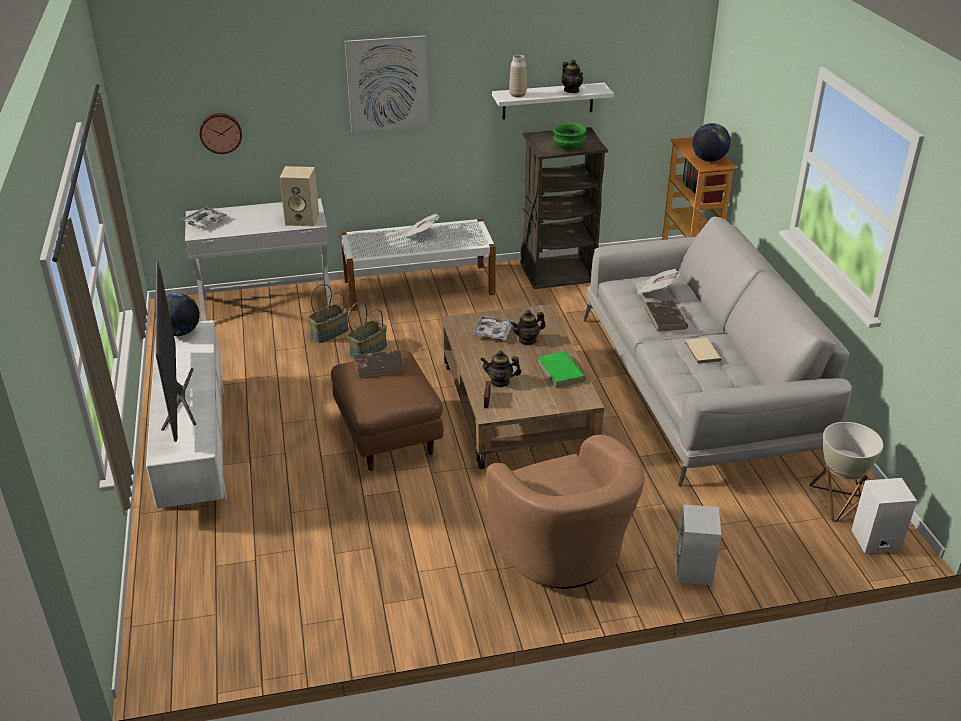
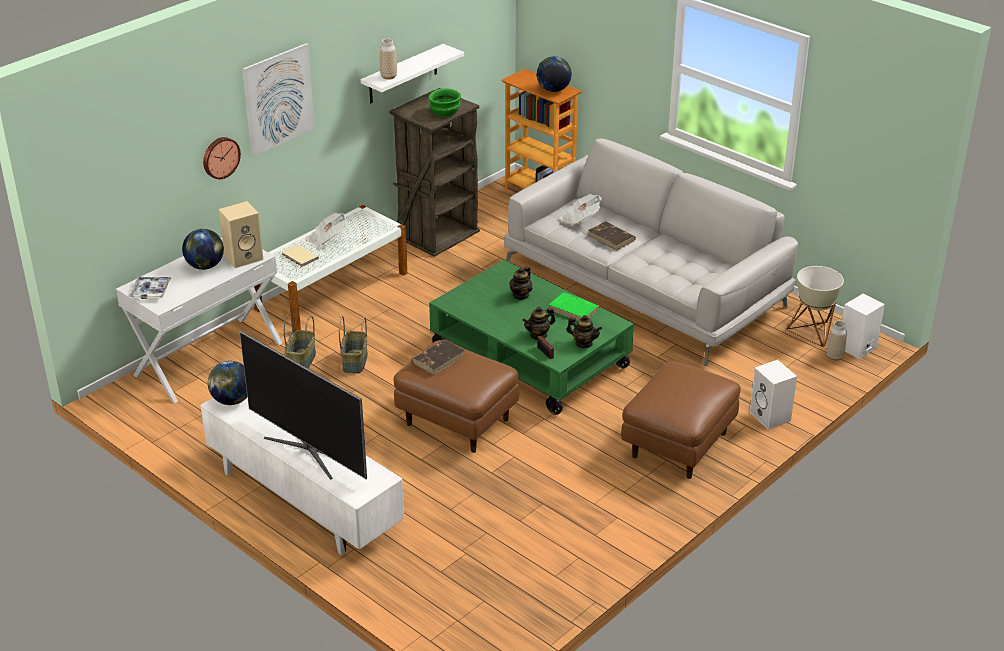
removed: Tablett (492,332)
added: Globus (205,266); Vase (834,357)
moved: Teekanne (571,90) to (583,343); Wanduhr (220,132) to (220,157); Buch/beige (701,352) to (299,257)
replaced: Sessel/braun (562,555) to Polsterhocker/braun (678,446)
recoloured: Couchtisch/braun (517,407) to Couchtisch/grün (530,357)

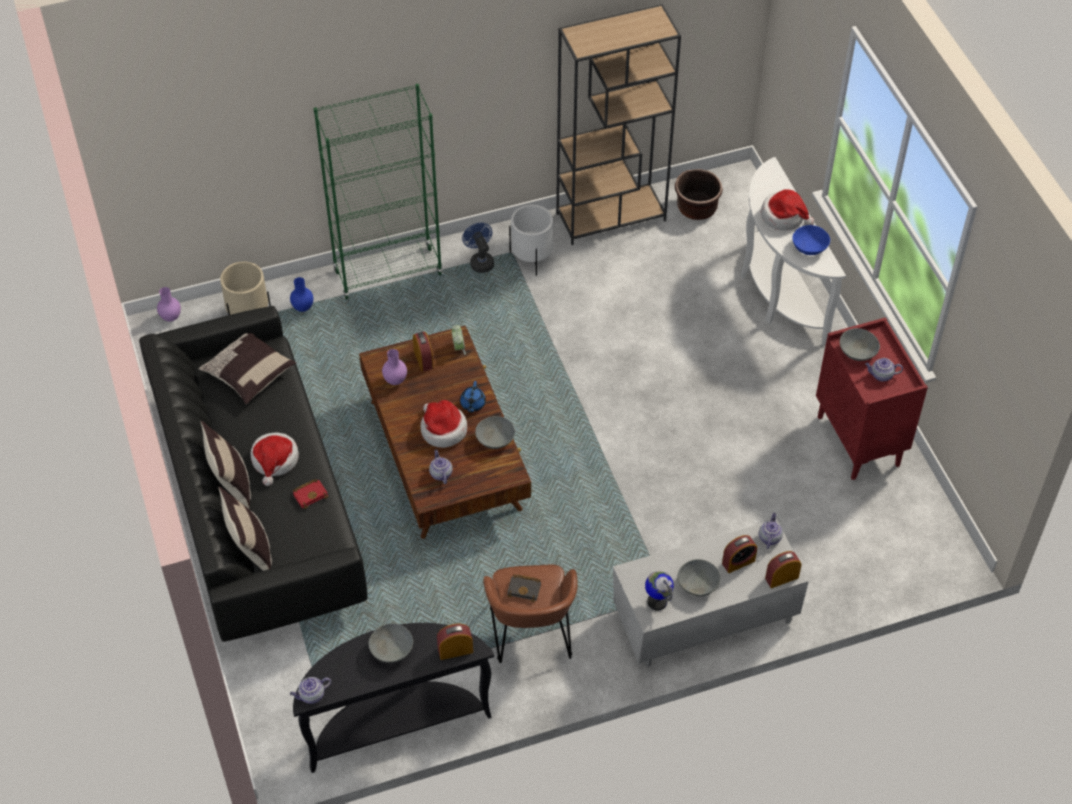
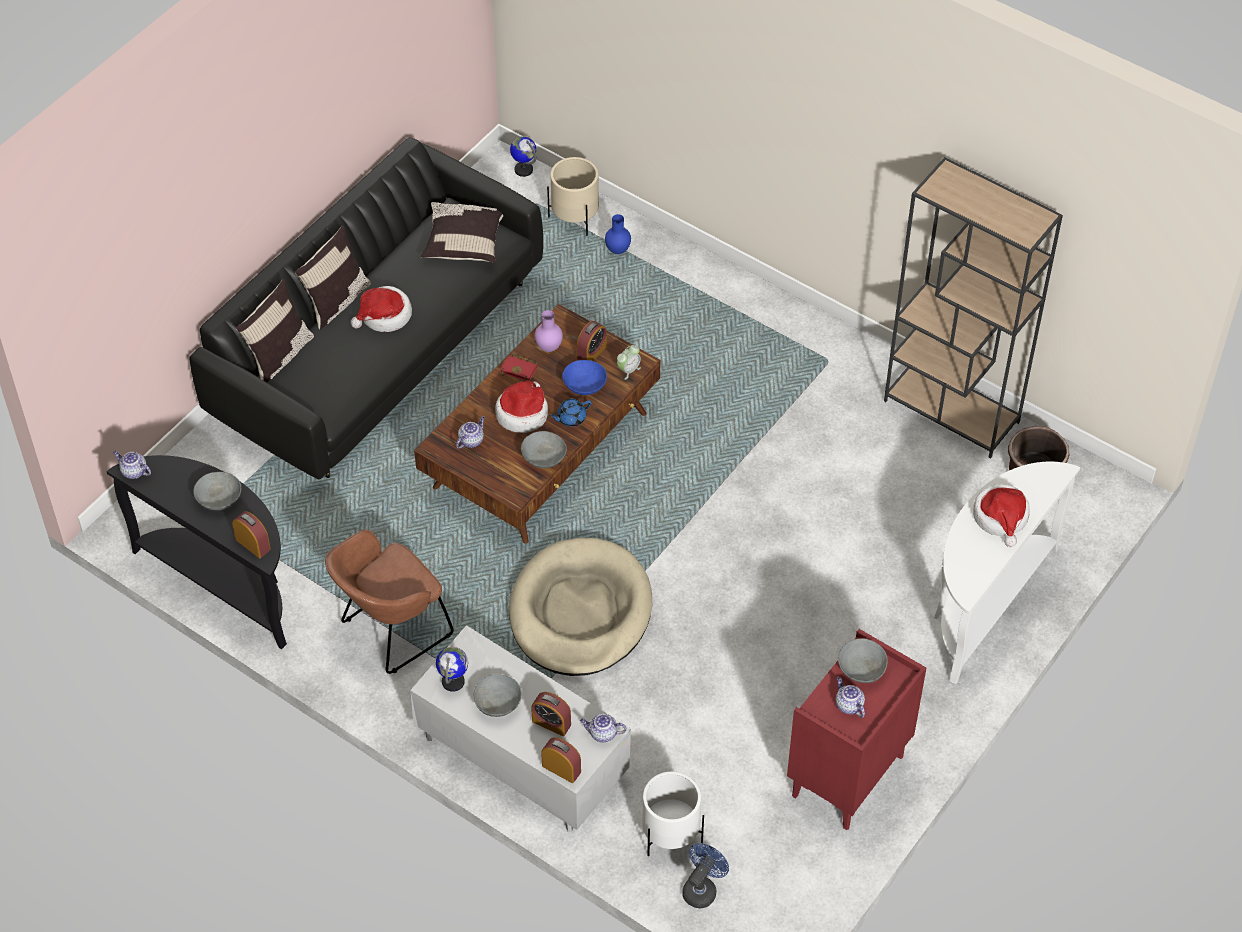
removed: Bücherregal/grün (388,273); Buch/schwarz (525,589)
added: Hundebett/beige (580,612)
moved: Pflanzkübel/weiß (532,258) to (670,835); Ventilator/blau (480,261) to (702,888); Schüssel/blau (810,248) to (584,386); Buch/rot (310,494) to (520,369)
replaced: Vase/lila (170,318) to Globus (523,169)
turned: Teekanne (769,537) = (602,734) 150 degrees counterclockwise

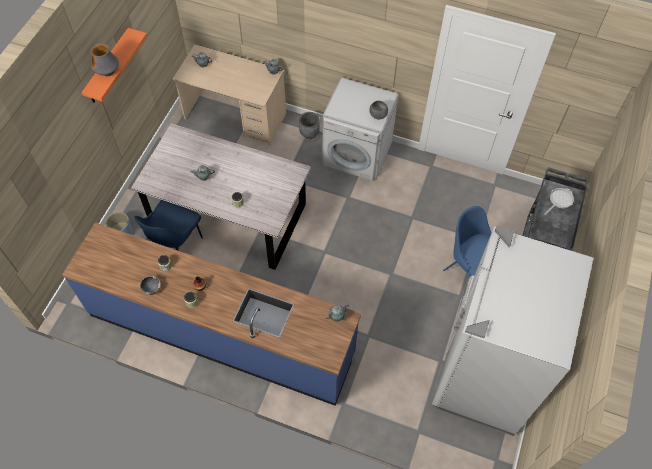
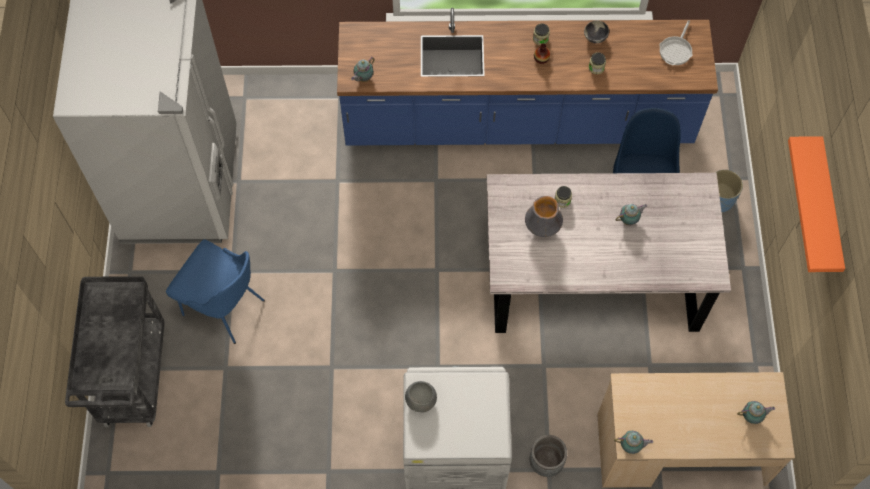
moved: Vase (108,73) to (542,227); Pfanne (559,200) to (676,50)

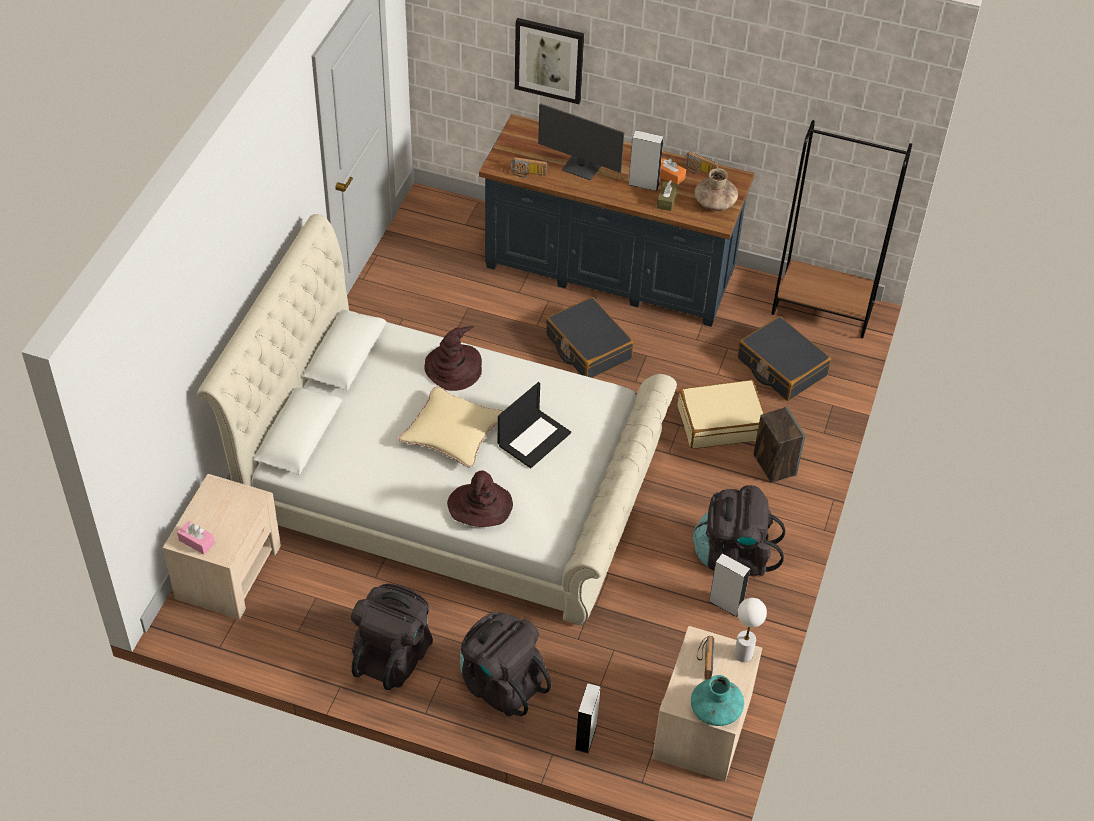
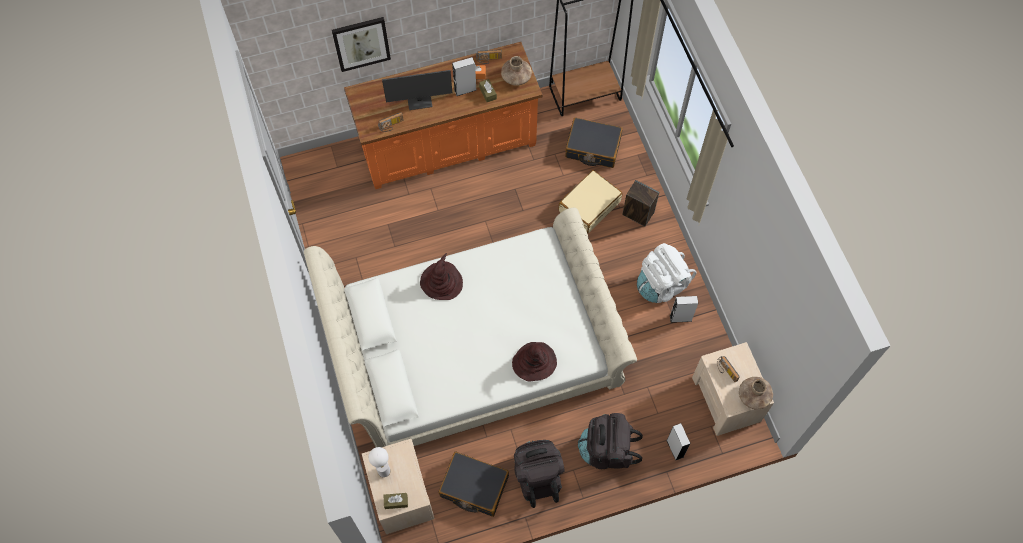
removed: Laptop (534,438); Kissen/beige (452,432)
moved: Koffer/schwarz (588,347) to (474,487); Tischlampe/weiß (743,654) to (384,471)
recoloured: Kommode/blau (611,270) to Kommode/orange (449,143); Rucksack/schwarz (734,555) to Rucksack/weiß (661,285); Taschentuchbox/rosa (196,541) to Taschentuchbox/braun (396,502); Vase/türkis (715,710) to Vase/braun (754,396)

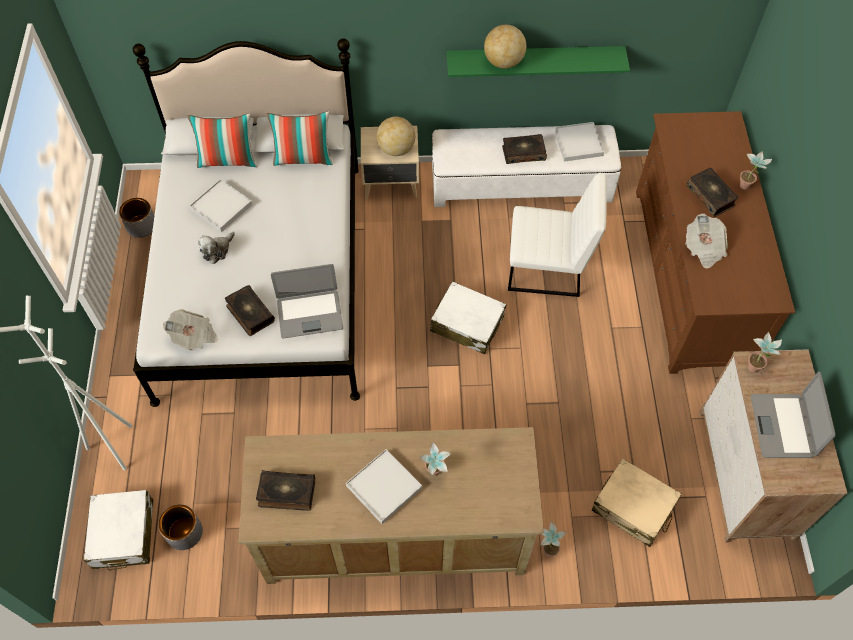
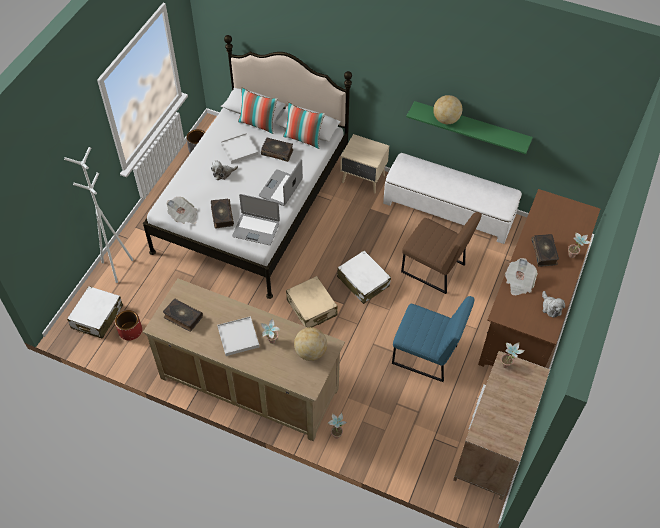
removed: Tablett/weiß (578,143)
added: Plüschtier (550,307); Stuhl/blau (426,355)
moved: Globus (396,149) to (310,352); Buch (523,153) to (277,152); Laptop (783,426) to (281,188); Koffer/beige (633,507) to (311,308)
recoloured: Stuhl/weiß (547,269) to Stuhl/braun (434,269); Pflanzkübel/grau (184,532) to Pflanzkübel/rot (130,330)

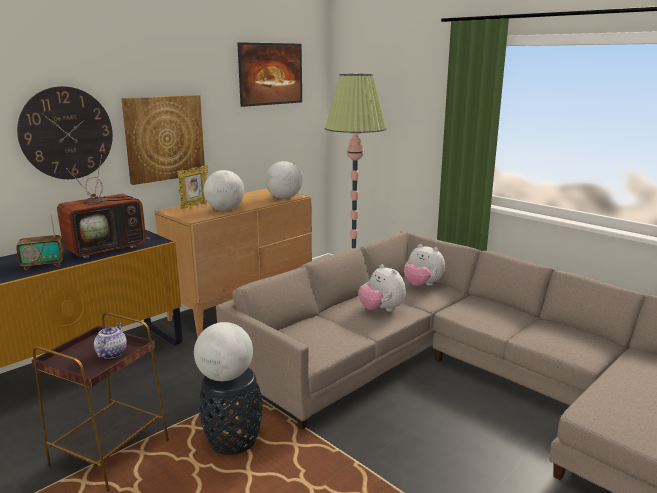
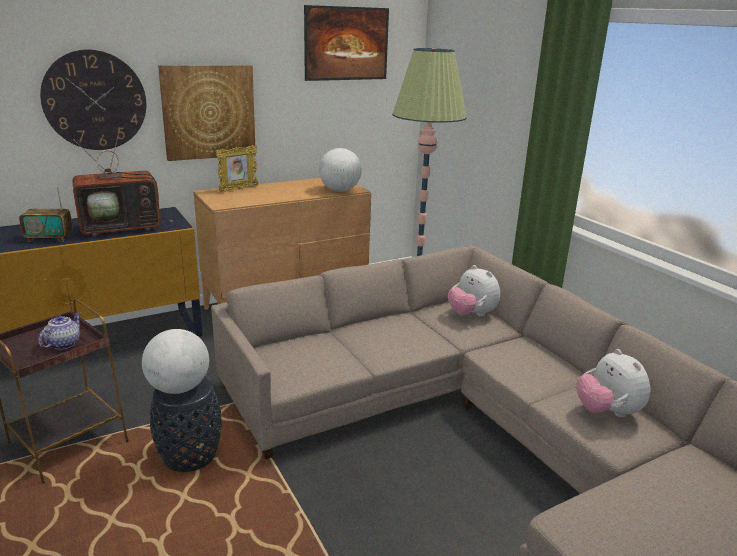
removed: Globus (225,210)
moved: Plüschtier (381,310) to (607,412)

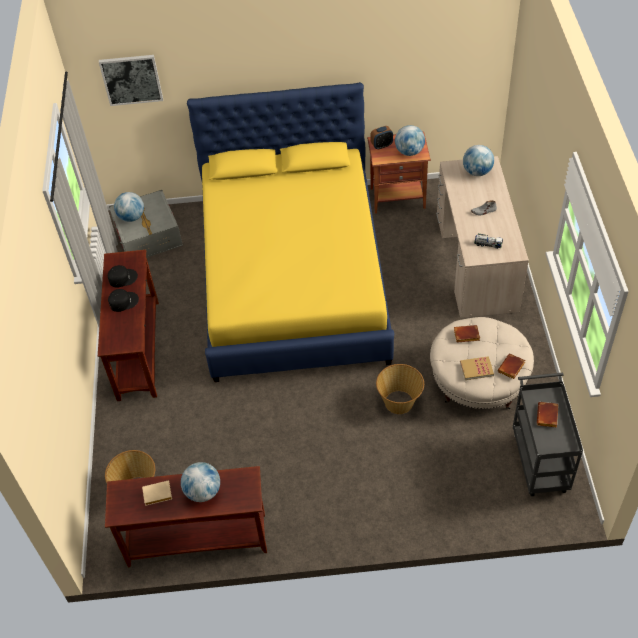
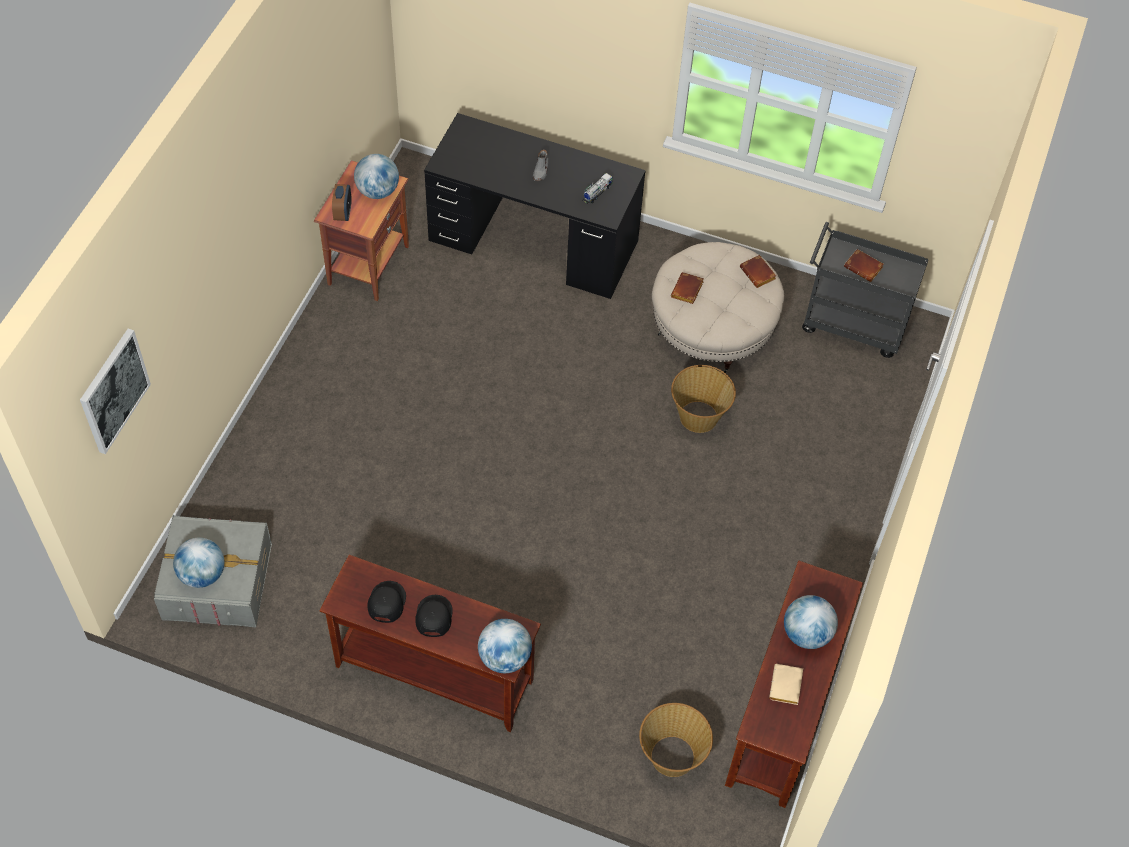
removed: Bett/gelb (293,278); Buch (476,369)
moved: Globus (477,172) to (504,658)
recoloured: Schreibtisch/beige (475,261) to Schreibtisch/schwarz (533,241)

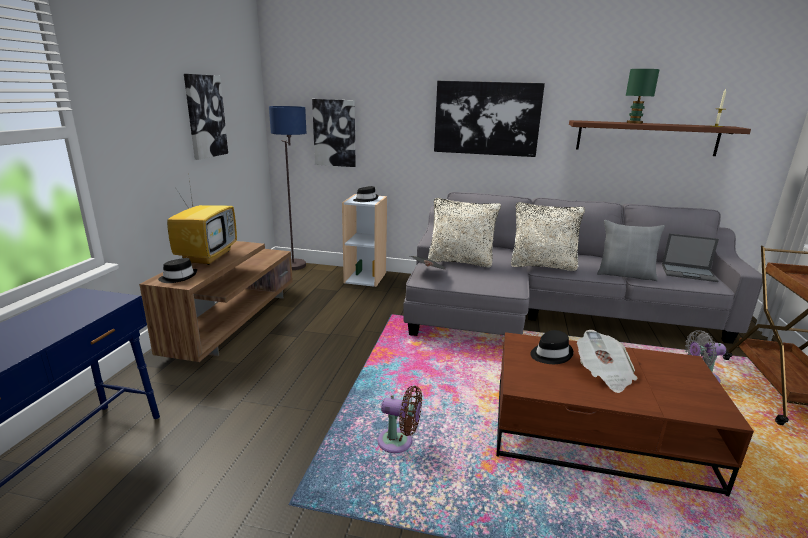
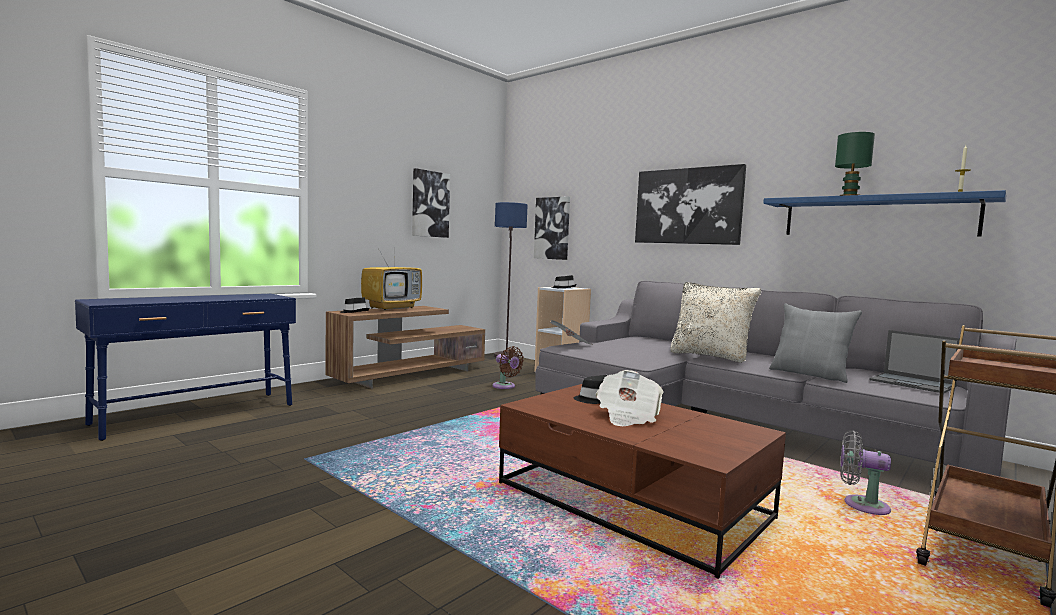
removed: Kissen/beige (461,262)
moved: Ventilator/braun (399,442) to (505,386)
recoloured: Wandregal/braun (646,138) to Wandregal/blau (876,217)

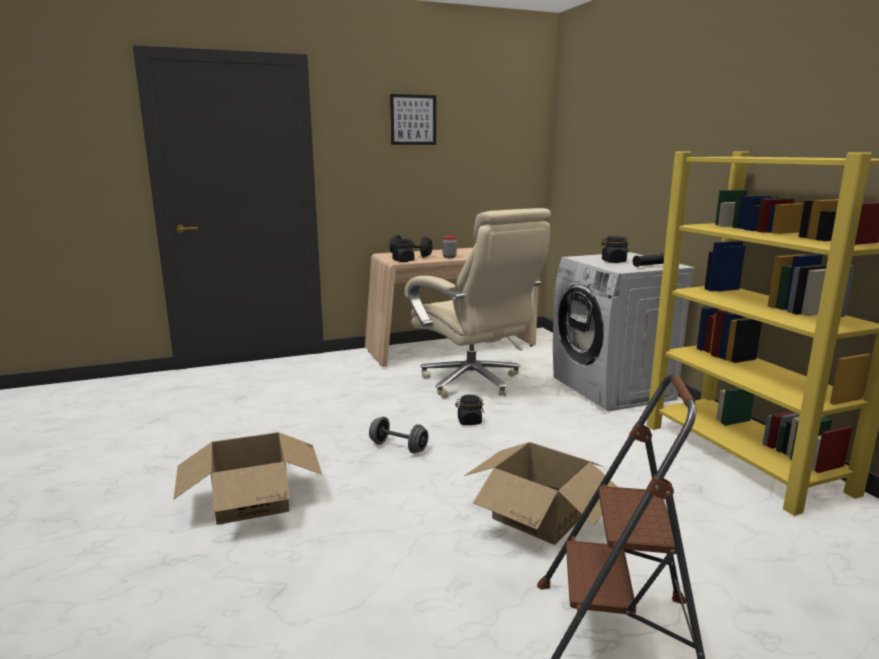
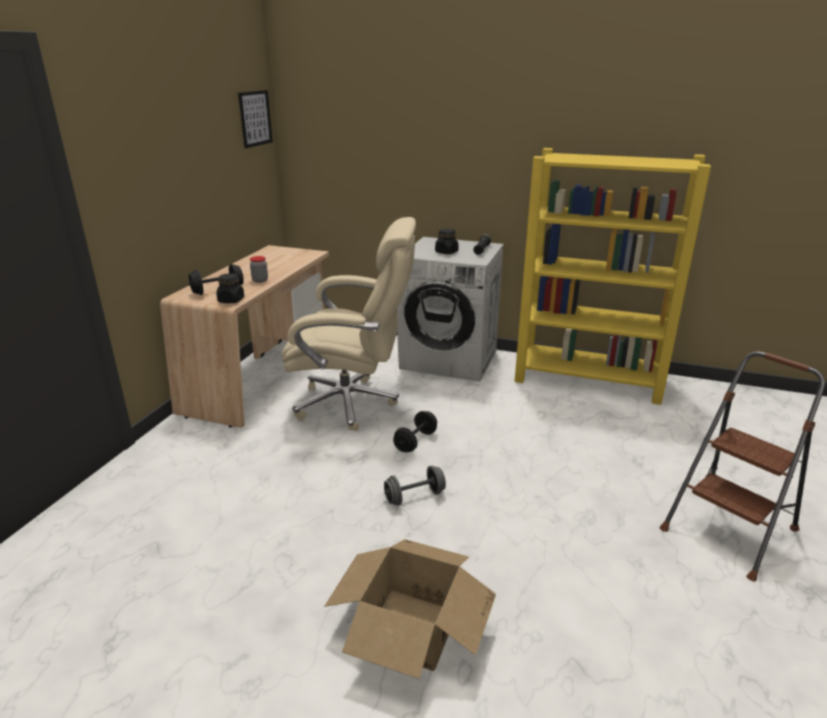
removed: Karton (540,515)
moved: Bild (413,120) to (255,118)
replaced: Vorratsglas/schwarz (469,421) to Hantel/schwarz (415,441)

